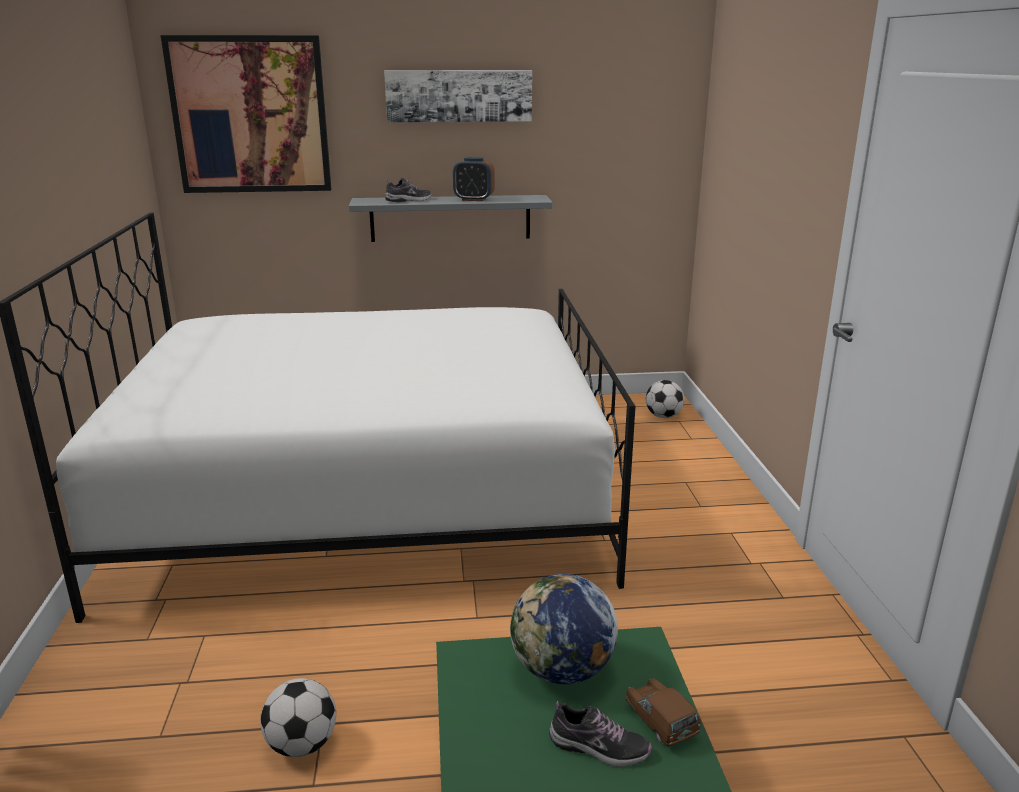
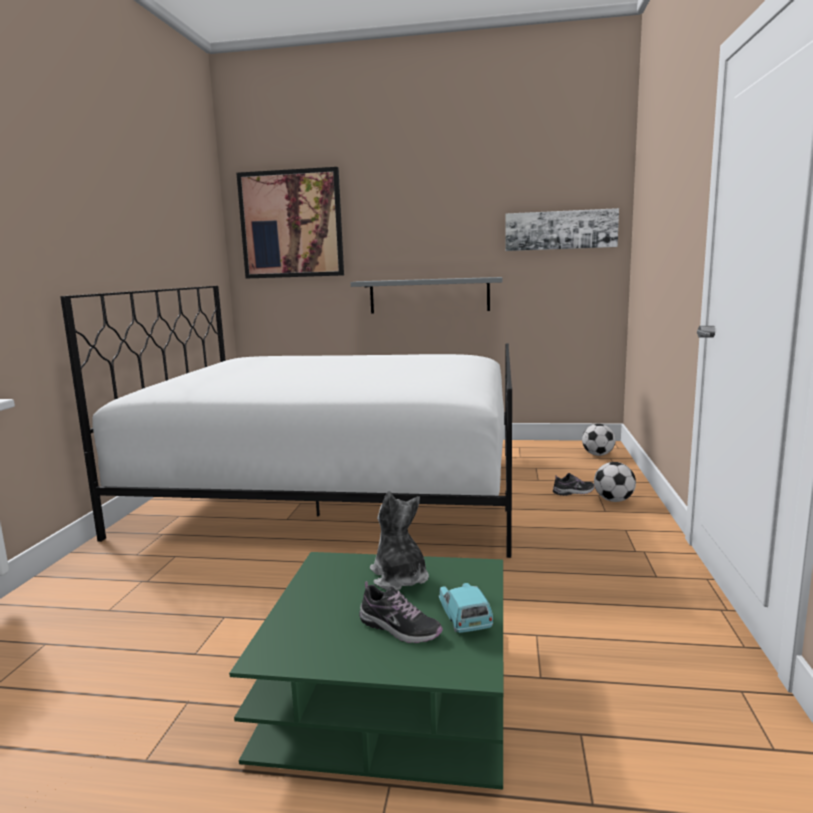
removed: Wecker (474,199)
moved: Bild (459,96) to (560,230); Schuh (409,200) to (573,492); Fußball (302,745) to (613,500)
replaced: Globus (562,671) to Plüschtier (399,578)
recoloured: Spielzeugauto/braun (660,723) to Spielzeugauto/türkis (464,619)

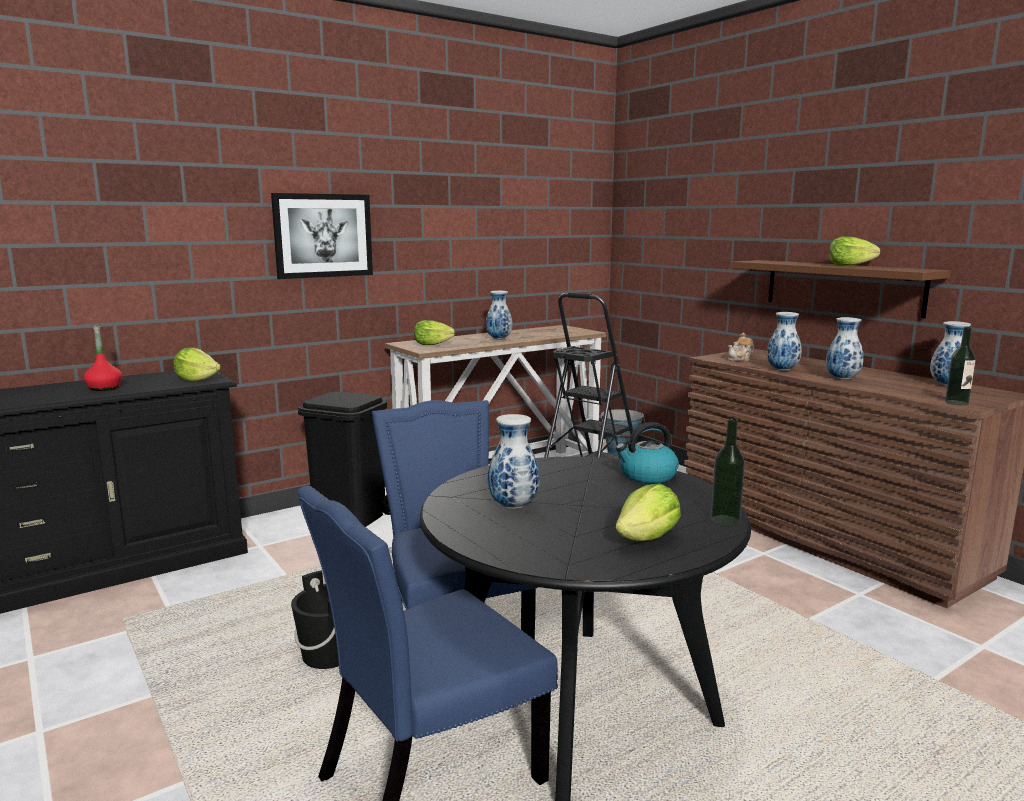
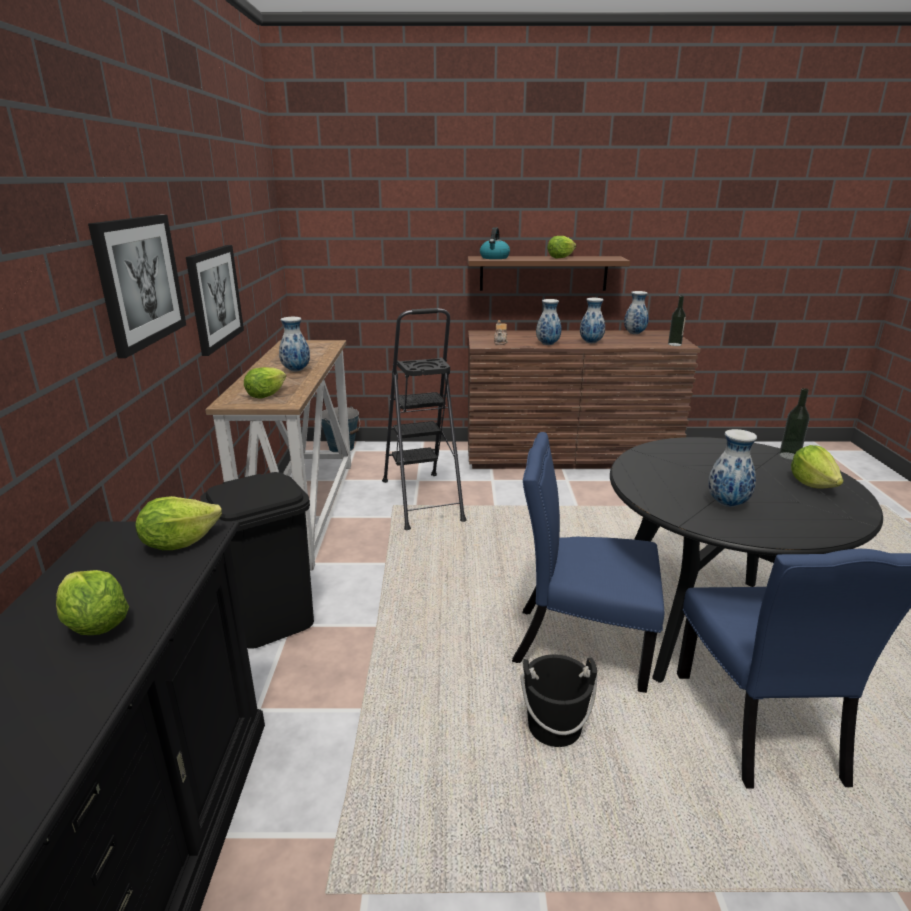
added: Bild (214,297)
moved: Wasserkessel (647,476) to (494,258)
replaced: Flasche/rot (104,388) to Salatkopf (95,625)

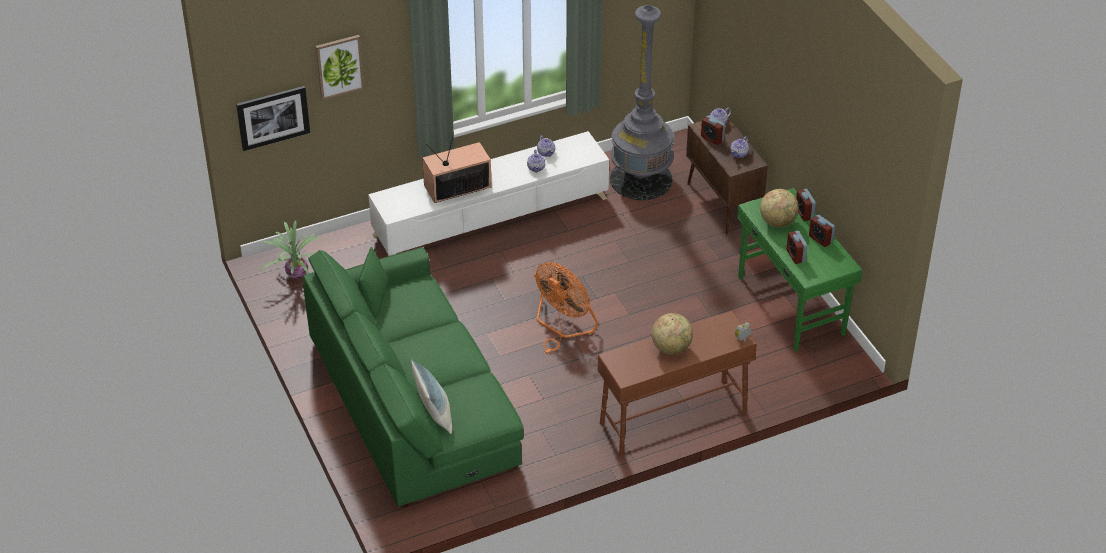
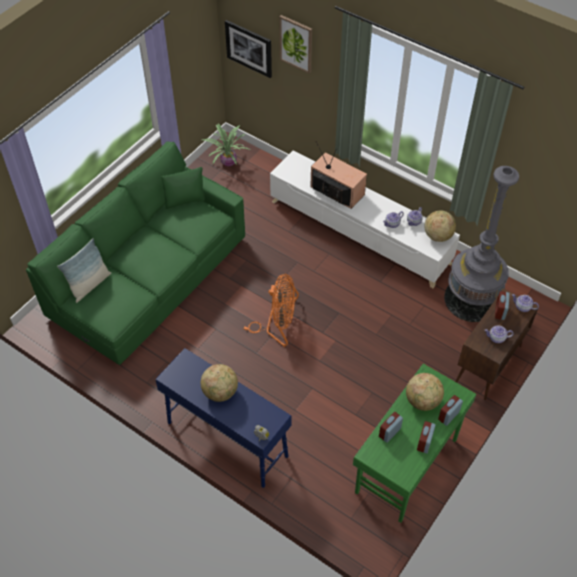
added: Globus (438,236)
recoloured: Konsolentisch/braun (672,417) to Konsolentisch/blau (227,438)

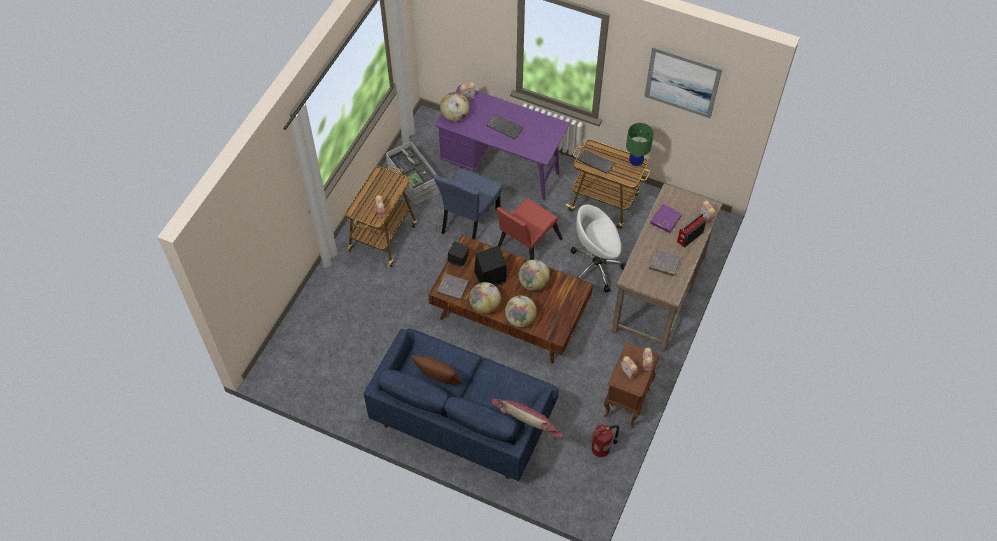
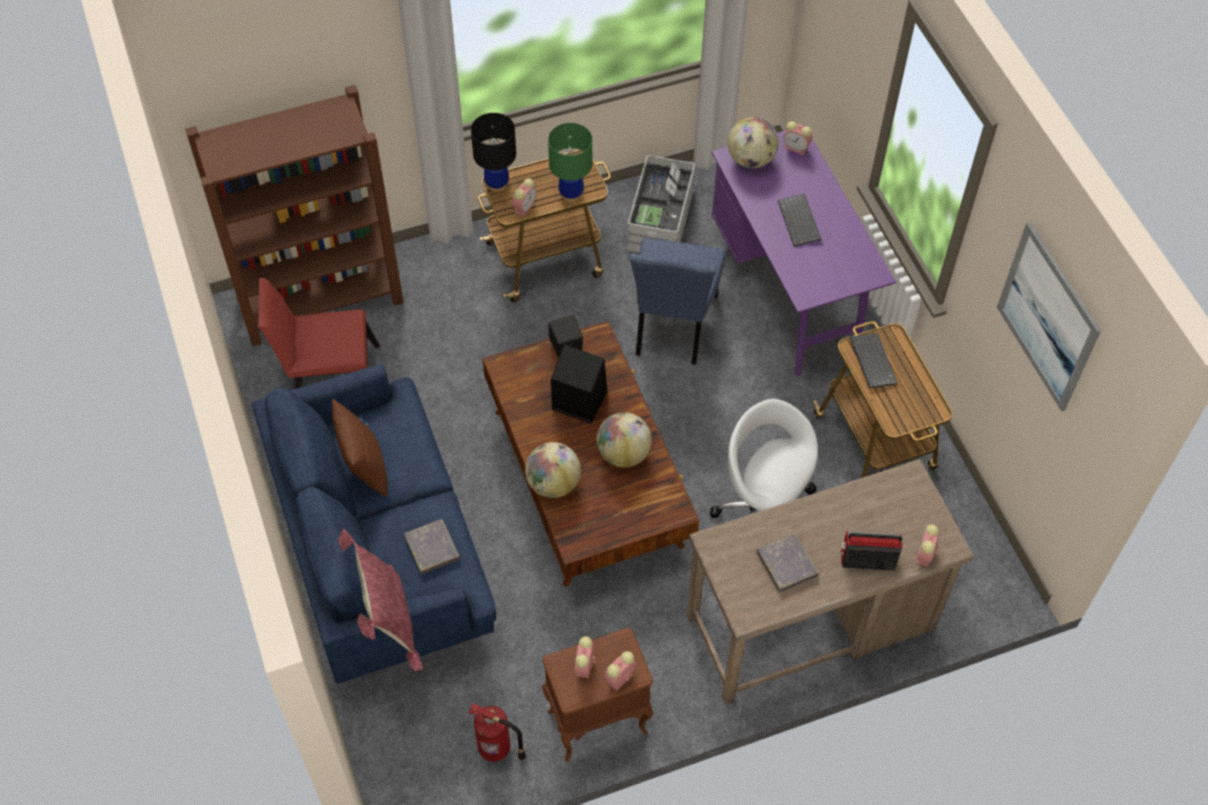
removed: Buch/lila (665,219); Globus (485,305)
added: Bücherregal/braun (320,298); Tischlampe/schwarz (496,184)
moved: Tischlampe/grün (635,163) to (571,194); Stuhl/rot (526,246) to (329,379); Buch/grau (452,288) to (432,548)
turned: Stuhl/blau (469,219) = (673,321) 60 degrees counterclockwise

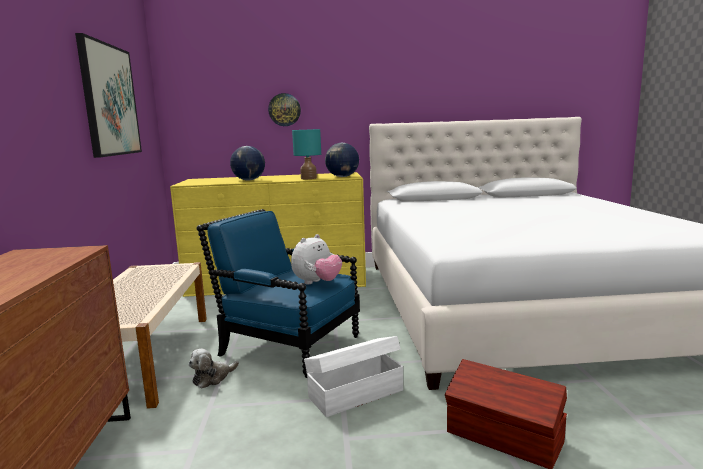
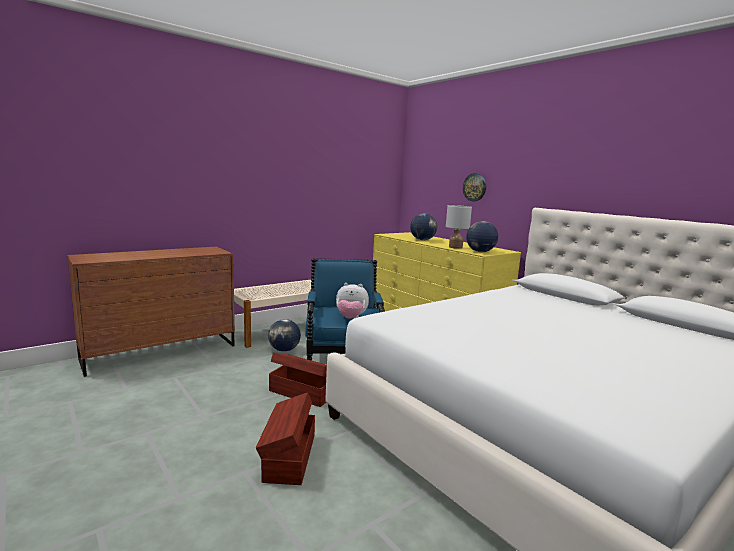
removed: Bild (109,100)
replaced: Plüschtier (213,378) to Globus (284,350)
recoloured: Tischlampe/türkis (308,178) to Tischlampe/grau (455,247); Aufbewahrungsbox/weiß (354,393) to Aufbewahrungsbox/braun (302,392)

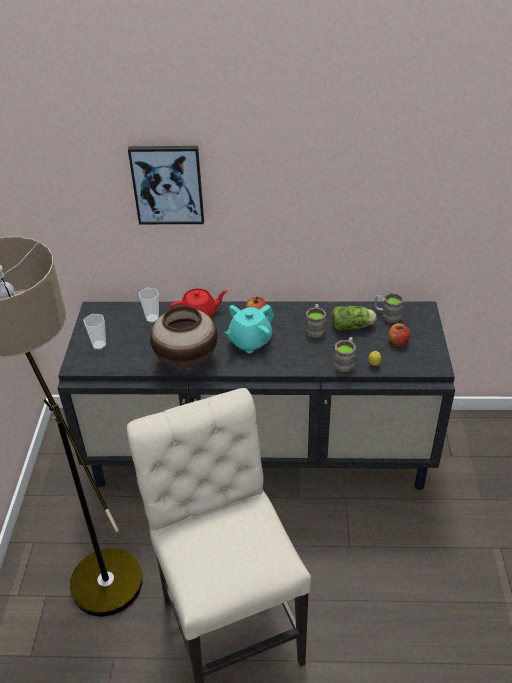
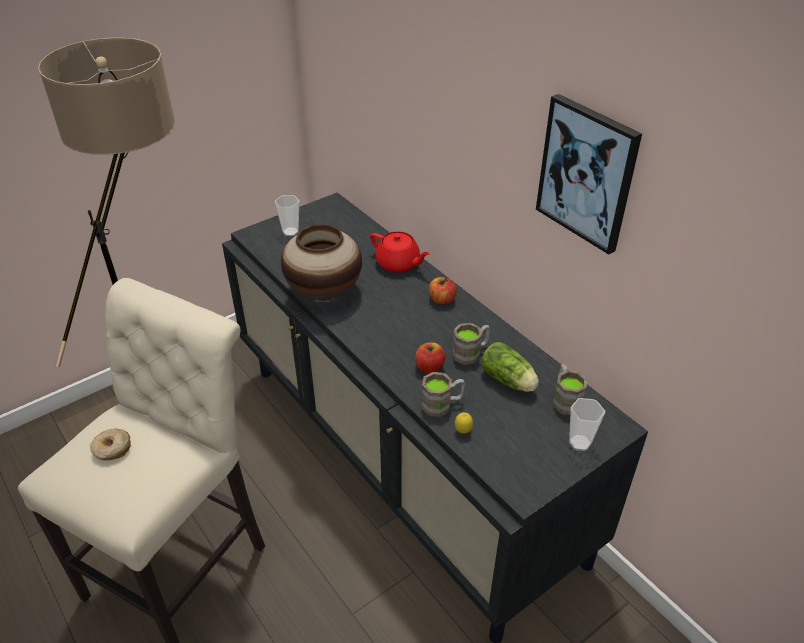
removed: Teekanne/türkis (249,342)
added: Donut (112,449)
moved: Bild (167,184) to (587,173); Tasse (152,318) to (579,443); Apfel (398,342) to (429,367)

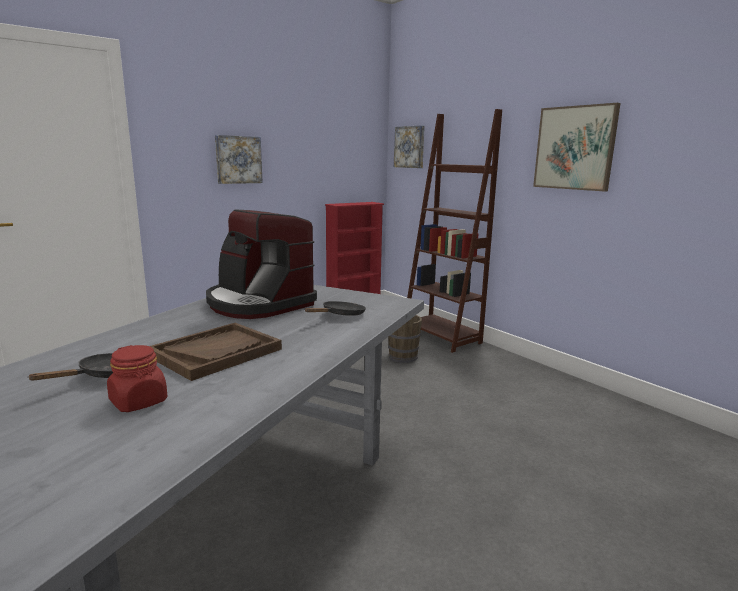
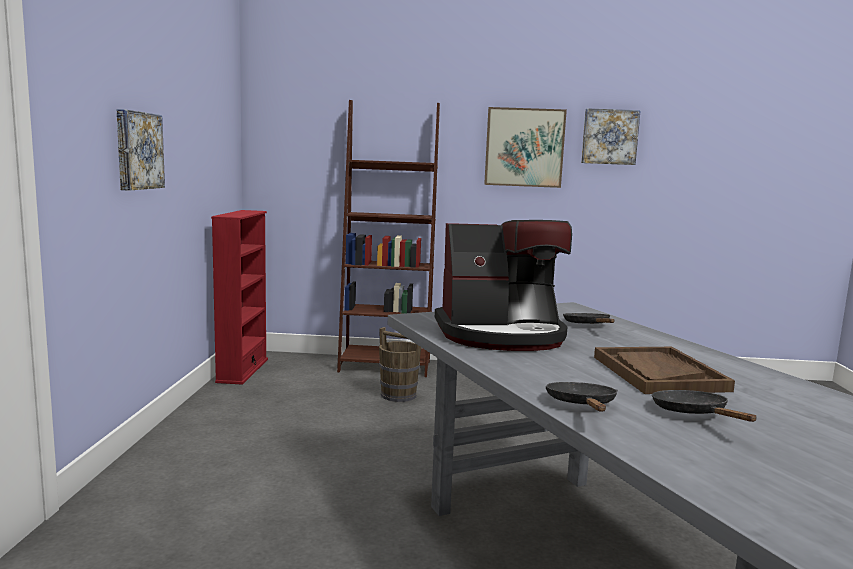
removed: Vorratsglas/rot (139,402)
added: Pfanne/schwarz (582,405)
moved: Bild (410,147) to (609,137)

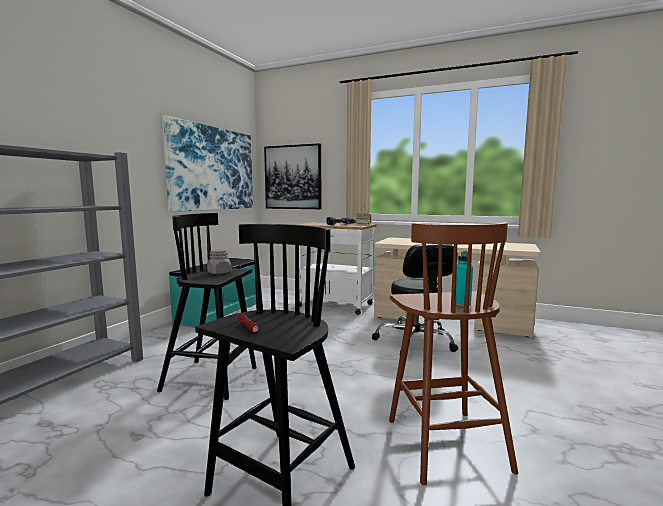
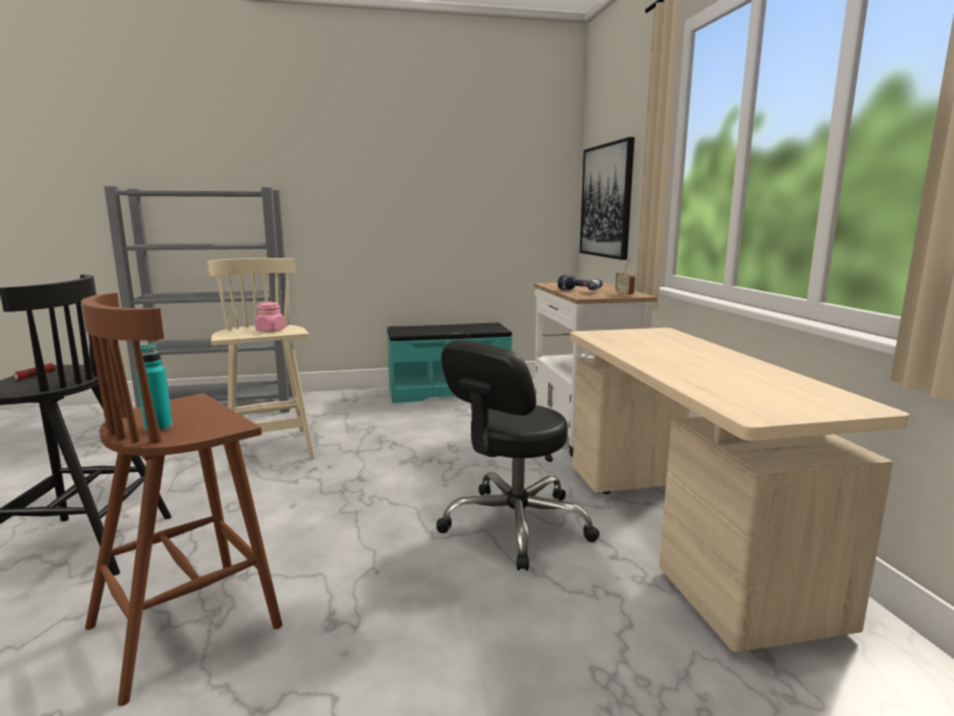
removed: Bild (212,169)
recoloured: Hocker/schwarz (213,379) to Hocker/beige (270,450); Vorratsglas/grau (219,273) to Vorratsglas/rosa (270,330)

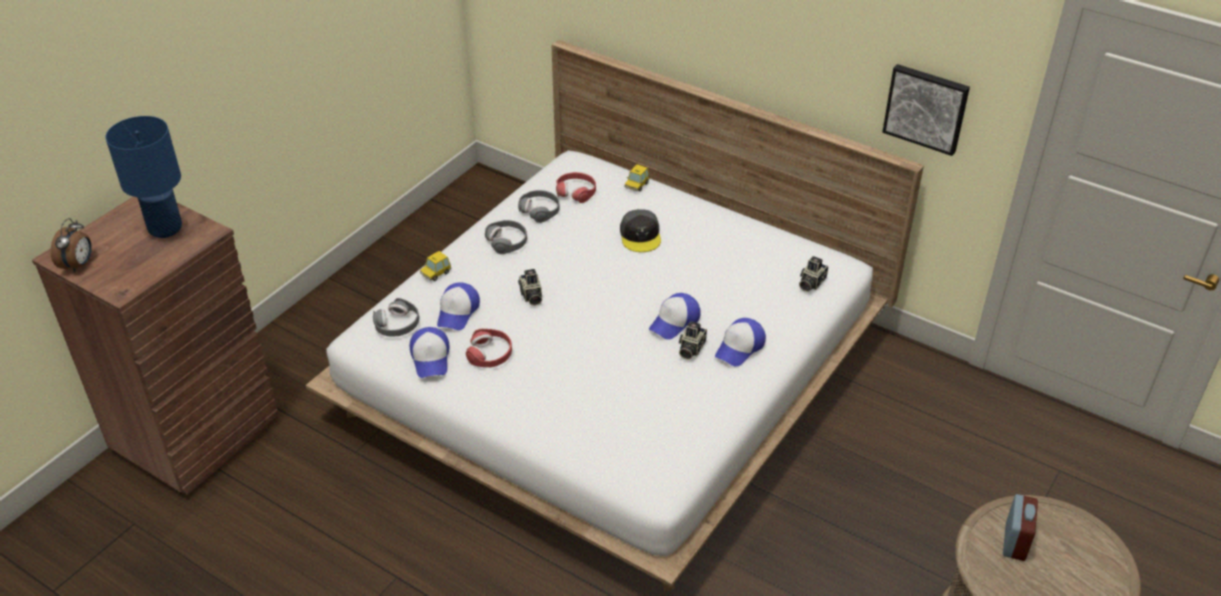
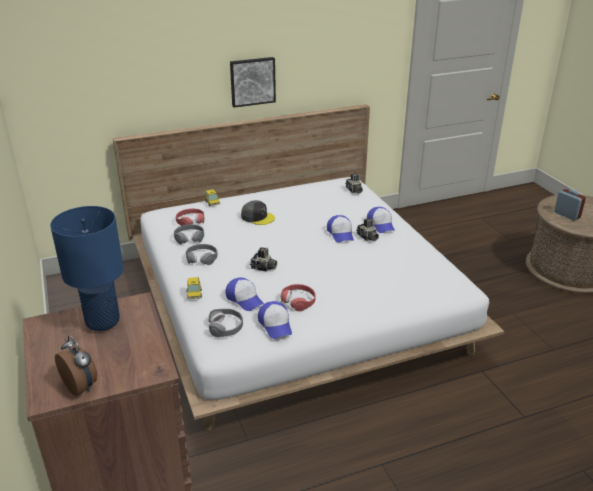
moved: Bild (926,108) to (252,81)
turned: Kappe (431,358) = (276,324) 45 degrees clockwise

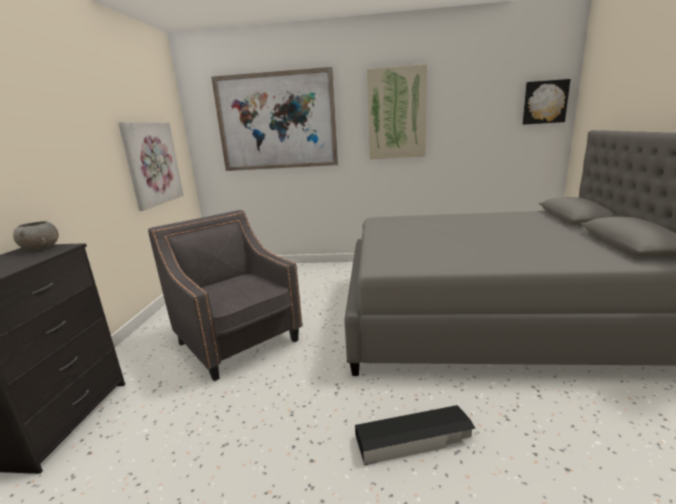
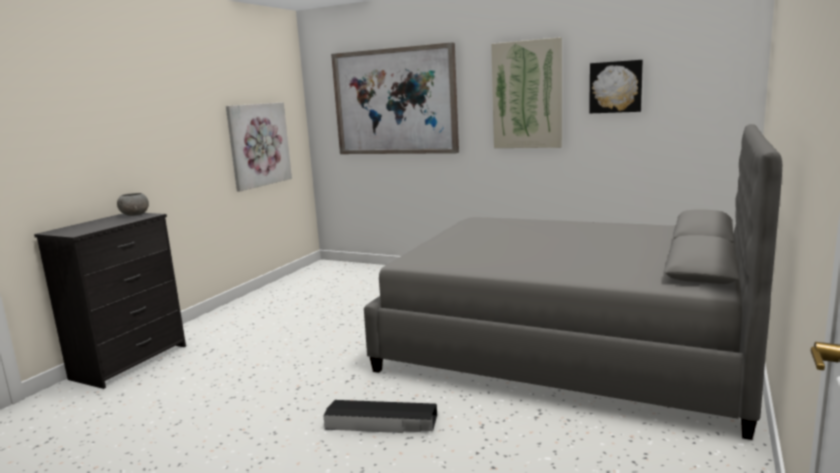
removed: Sessel/grau (238,341)
moved: Bild (544,102) to (615,87)

